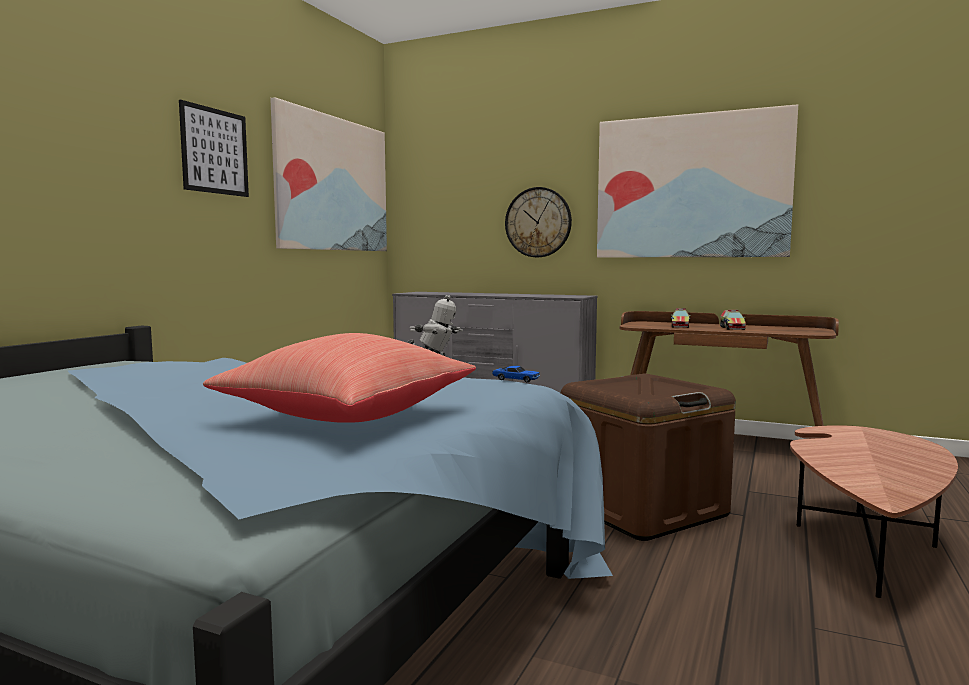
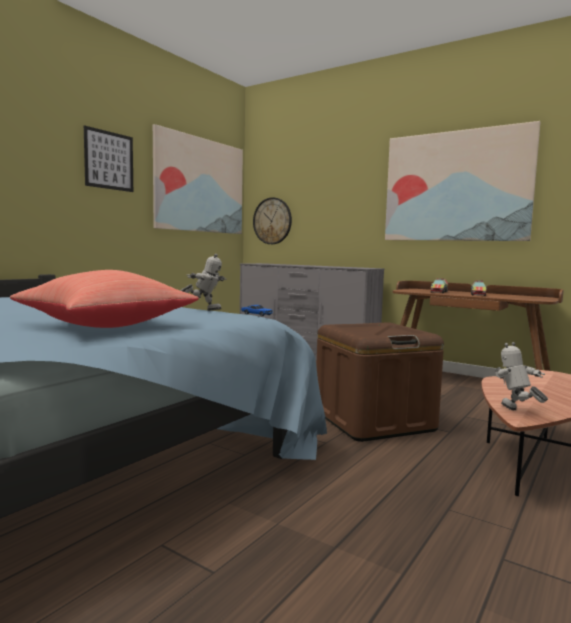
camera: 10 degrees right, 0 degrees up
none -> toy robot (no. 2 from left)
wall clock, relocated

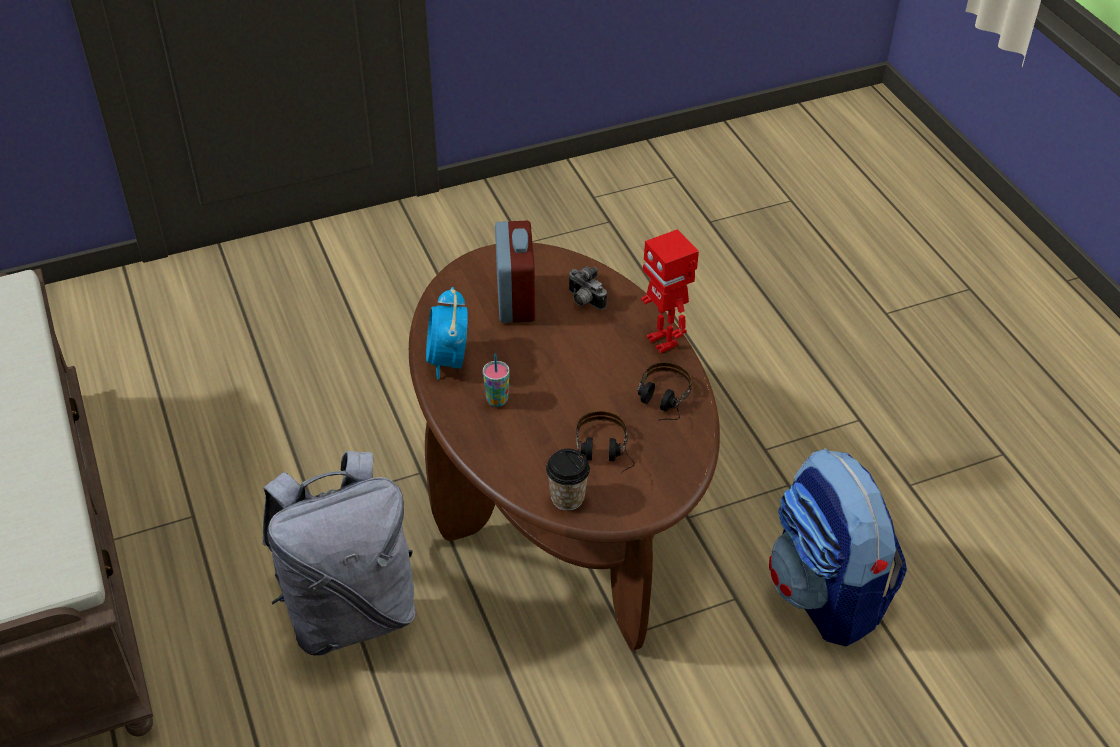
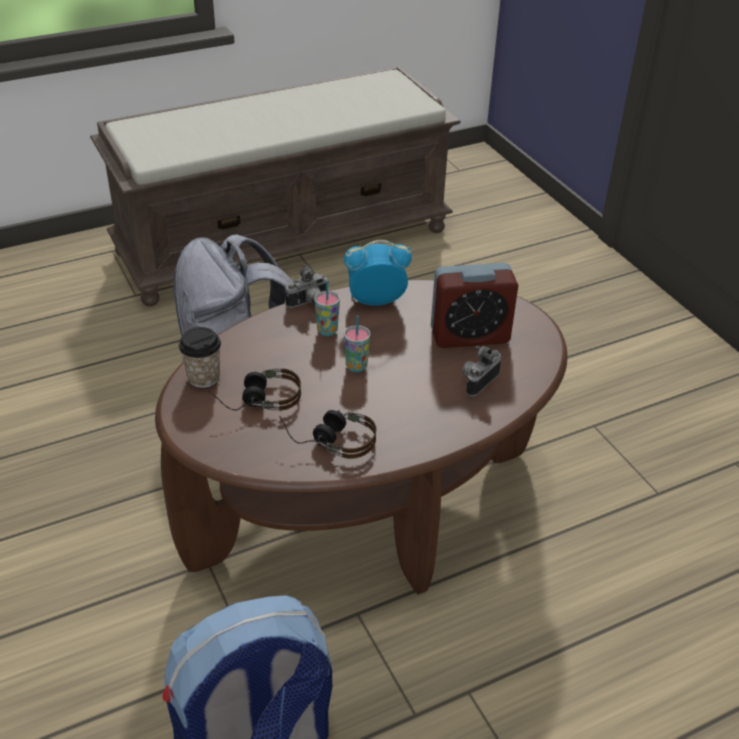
camera: 85 degrees right, 5 degrees down
toy robot -> none
none -> photo camera (no. 1 from left)
none -> cup (no. 3 from left)

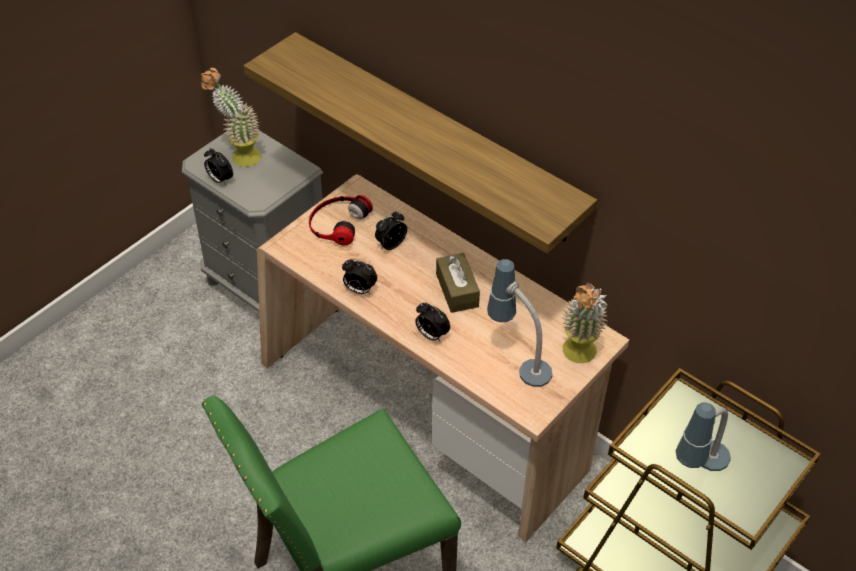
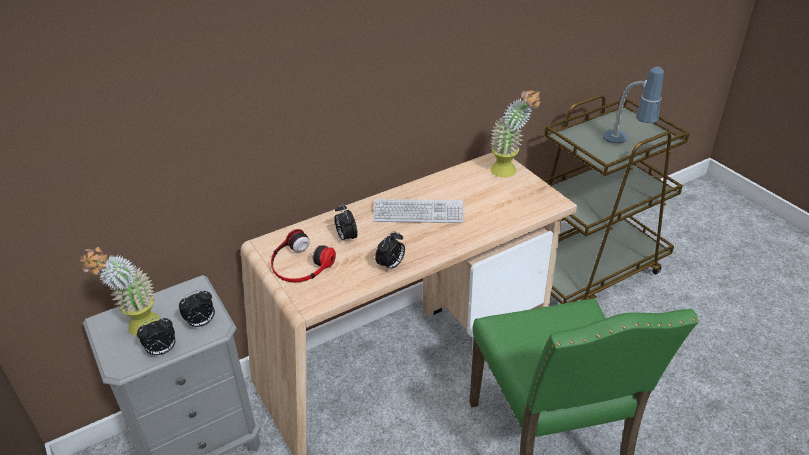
camera: 70 degrees left, 10 degrees down
wall shelf -> none
lamp for a table (no. 1 from left) -> none
table clock (no. 4 from left in the first image) -> table clock (no. 2 from left), relocated
brown tissue holder -> PC keyboard

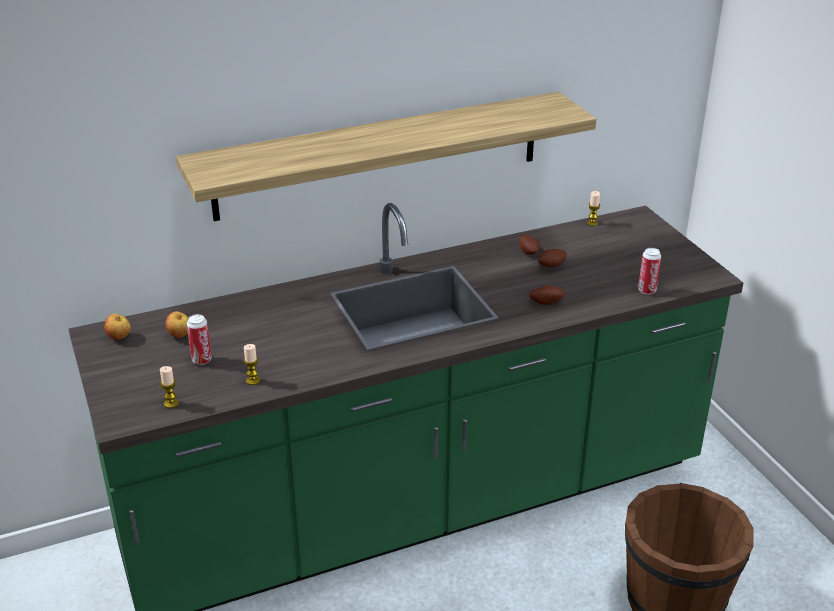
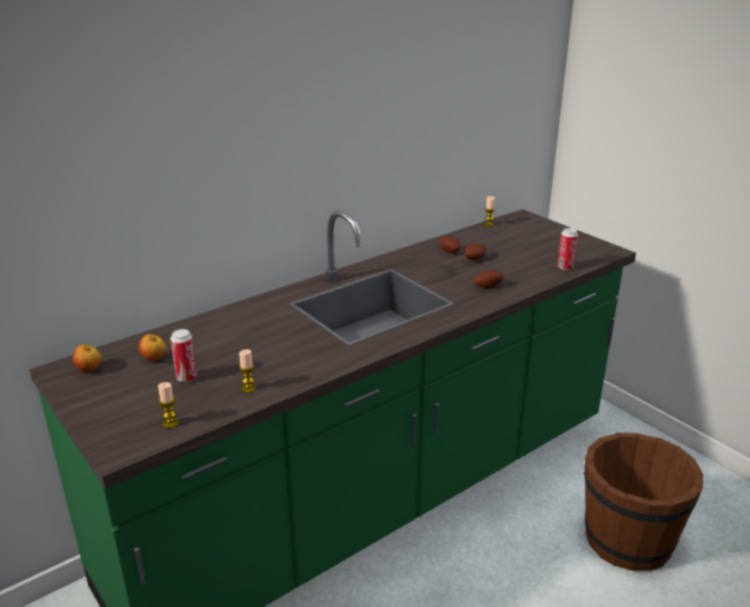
camera: 15 degrees left, 5 degrees down
wall shelf -> none

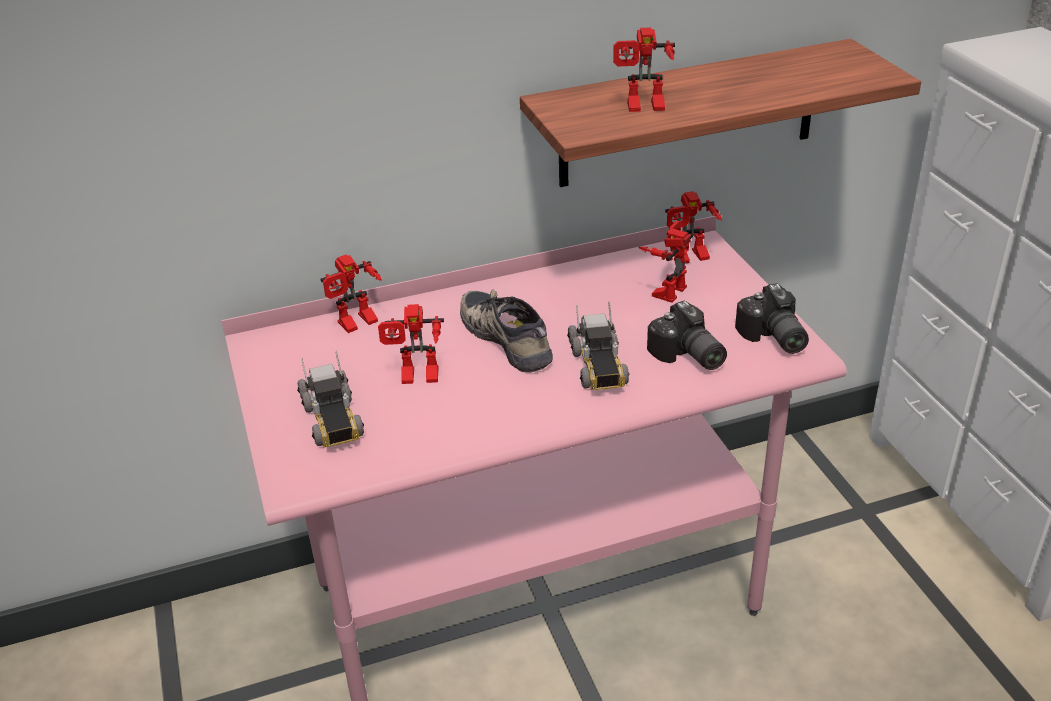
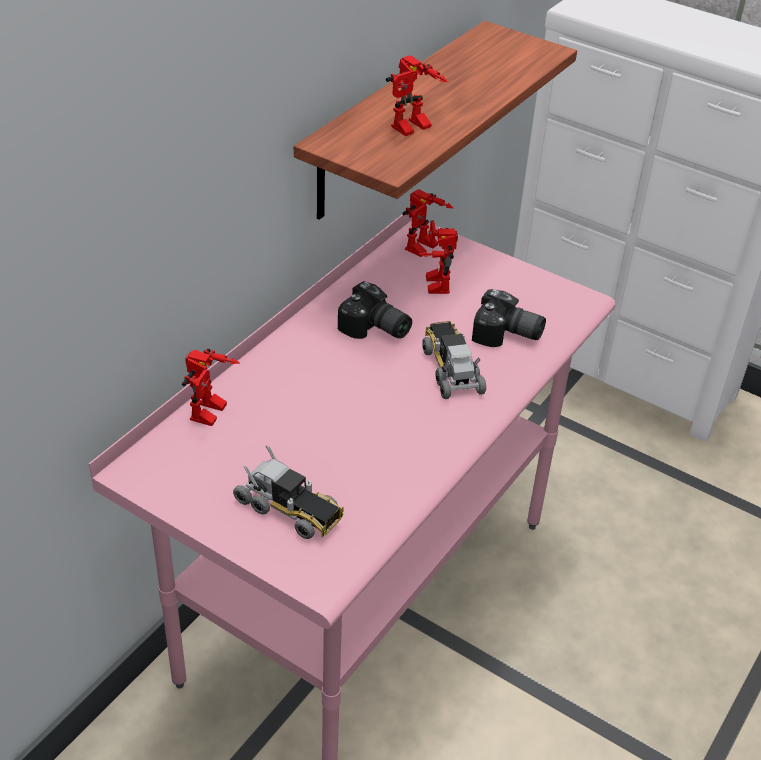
camera: 40 degrees left, 5 degrees up
toy robot (no. 2 from left) -> none
low shoe -> none
photo camera (no. 2 from left in the first image) -> photo camera (no. 1 from left), relocated
toy truck (no. 2 from left), 150 degrees counterclockwise

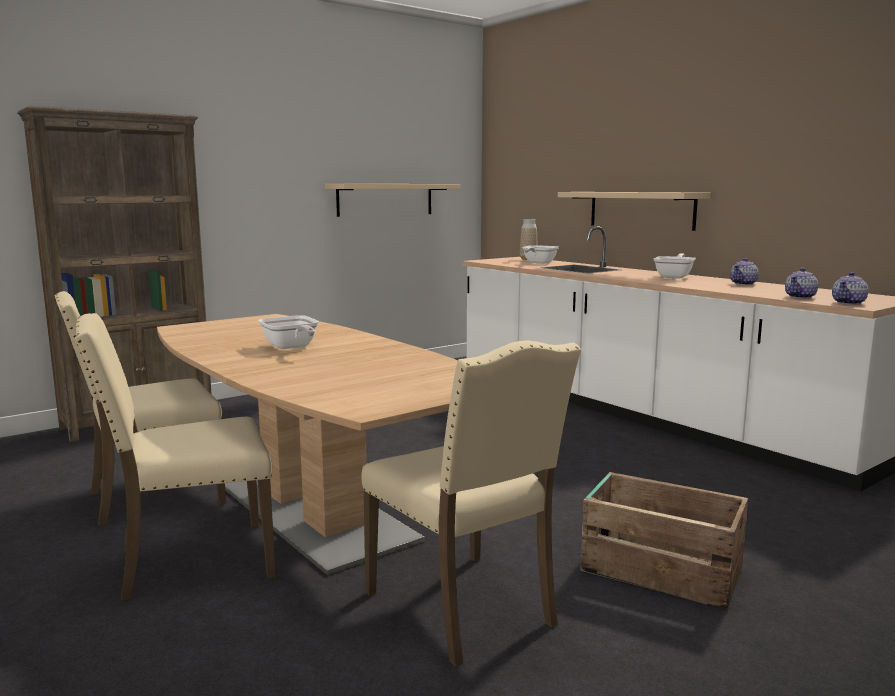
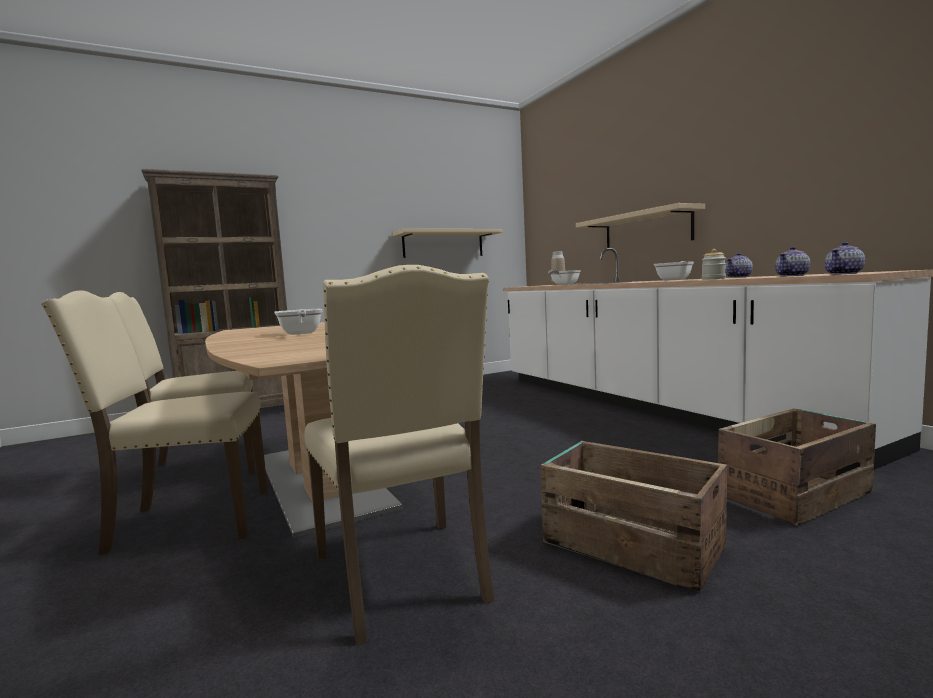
camera: 10 degrees right, 5 degrees down
none -> preserve jar
none -> crate (no. 2 from left)

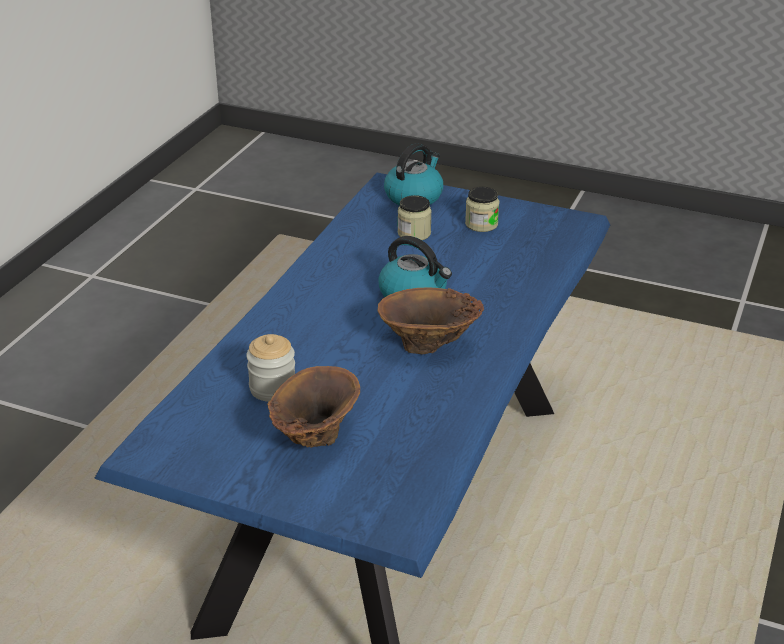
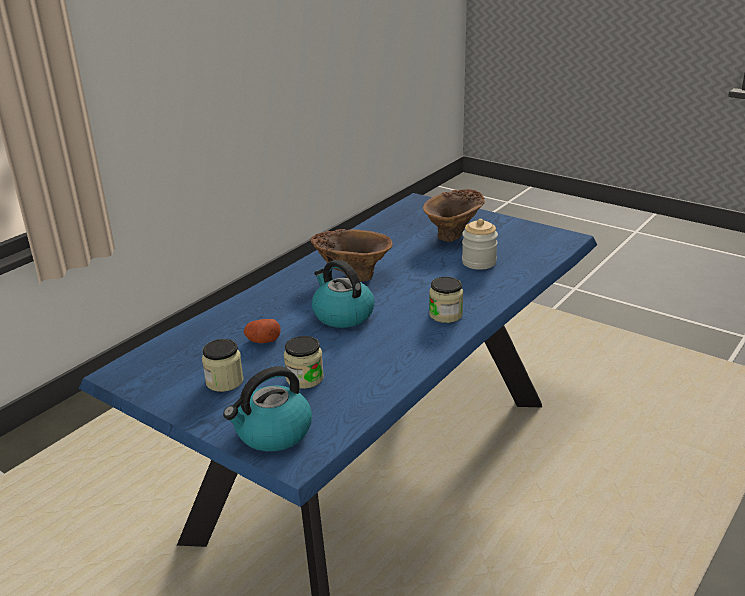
camera: 165 degrees left, 5 degrees down
none -> potato
none -> preserve jar (no. 3 from left)

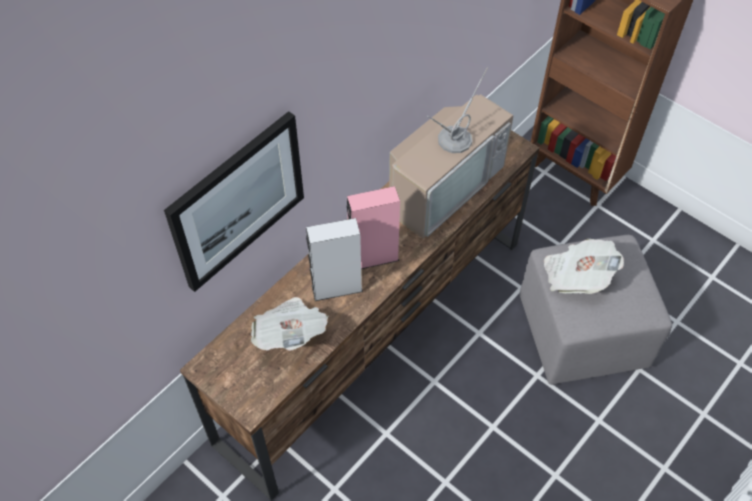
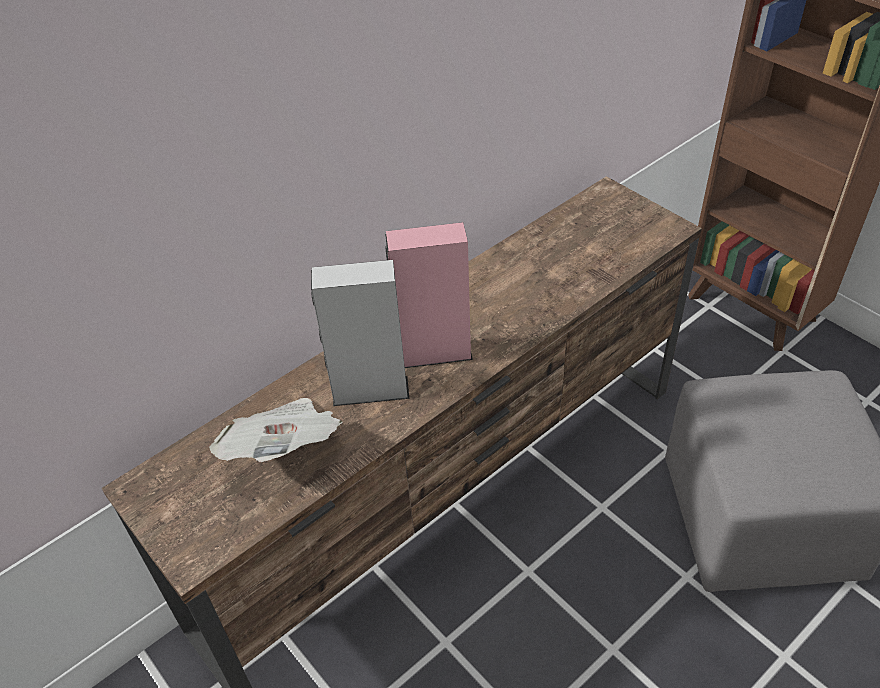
camera: 10 degrees right, 10 degrees down
picture -> none
TV -> none
daily paper (no. 2 from left) -> none

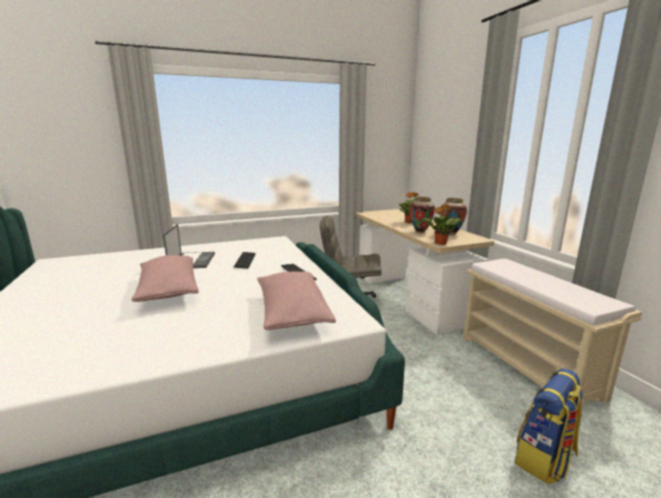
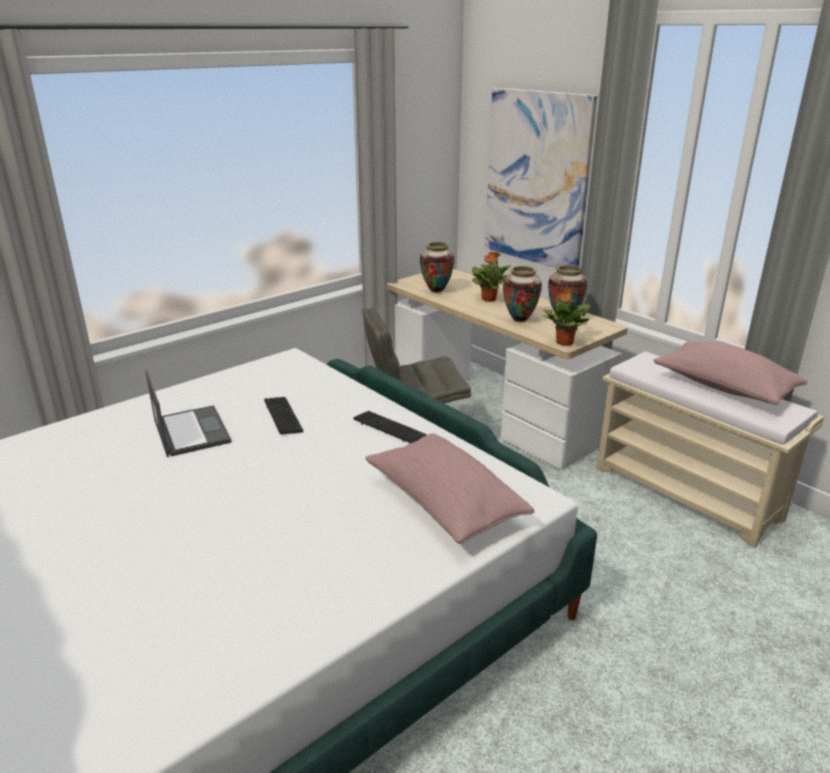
camera: 20 degrees left, 10 degrees up
backpack -> none
none -> flower vase (no. 1 from left)
none -> picture
pink-coloured cushion (no. 1 from left in the first image) -> pink-coloured cushion (no. 2 from left), relocated

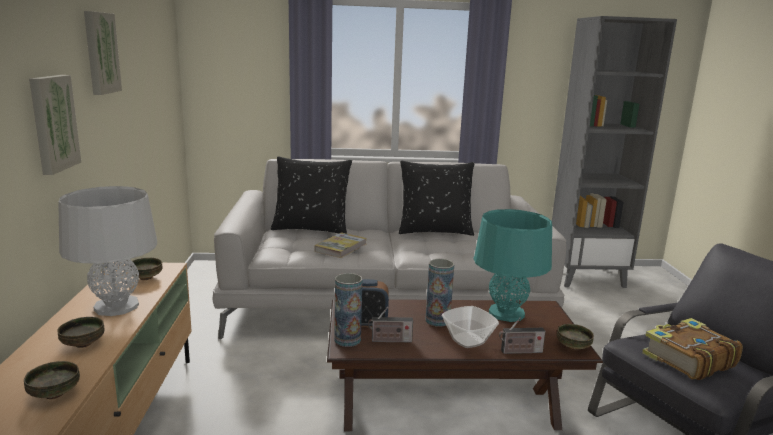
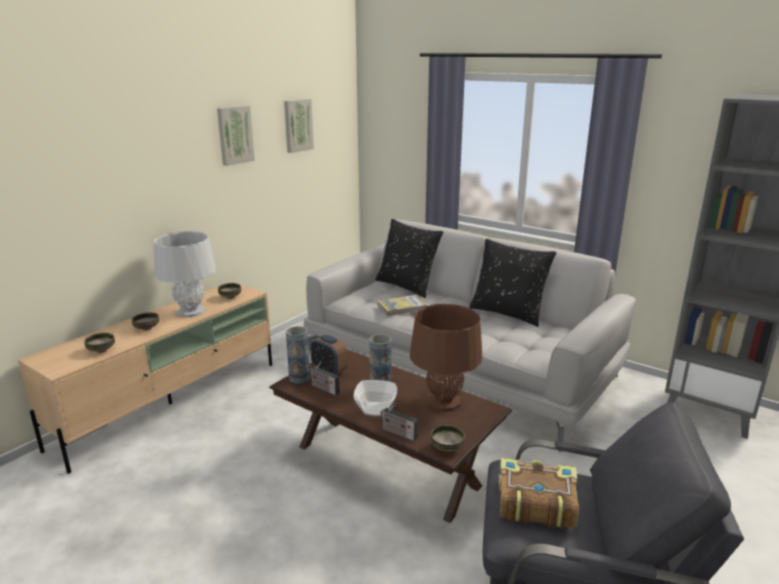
camera: 40 degrees right, 5 degrees up
picture (no. 1 from left in the first image) -> picture (no. 2 from left), relocated
turquoise-coloured lamp for a table -> brown lamp for a table

